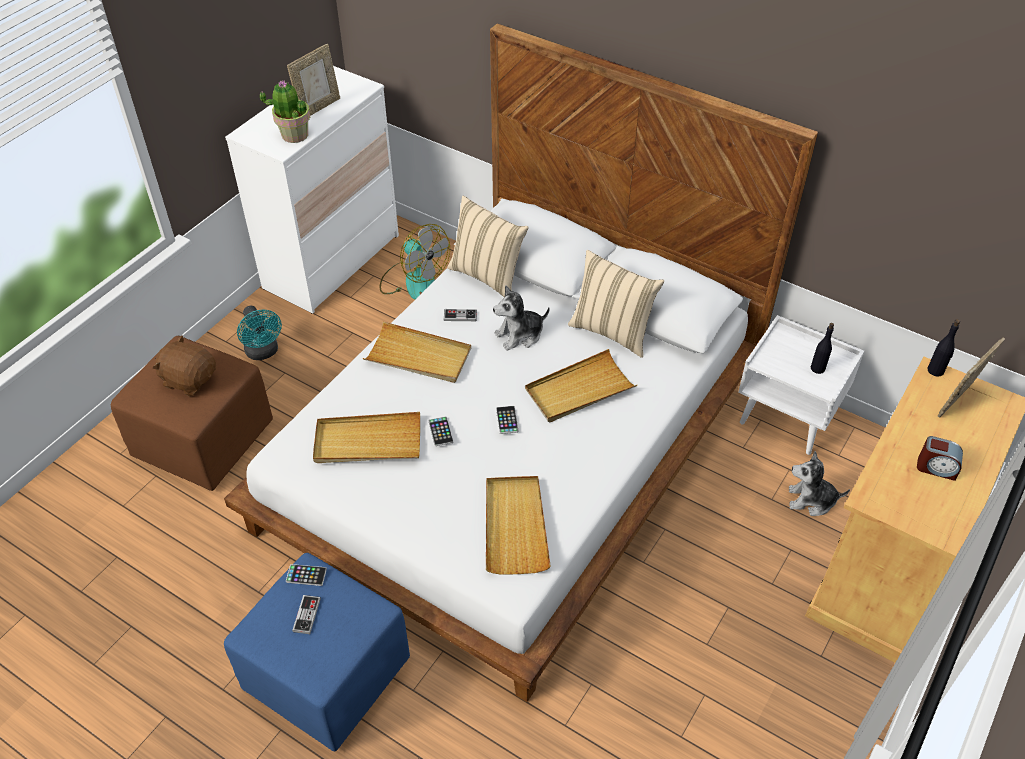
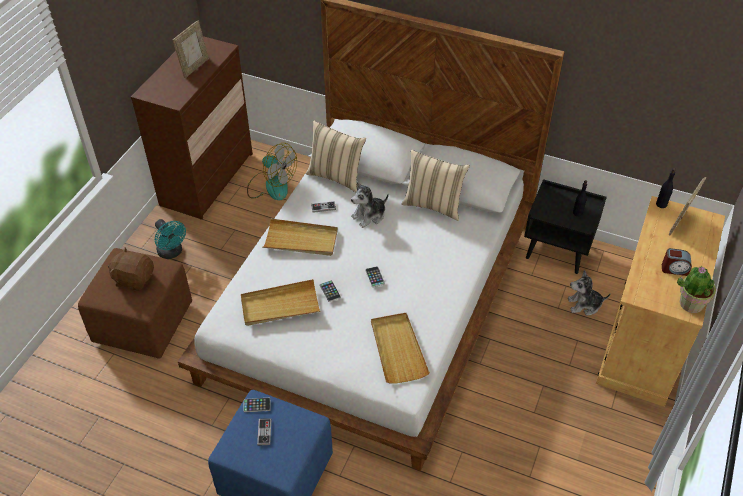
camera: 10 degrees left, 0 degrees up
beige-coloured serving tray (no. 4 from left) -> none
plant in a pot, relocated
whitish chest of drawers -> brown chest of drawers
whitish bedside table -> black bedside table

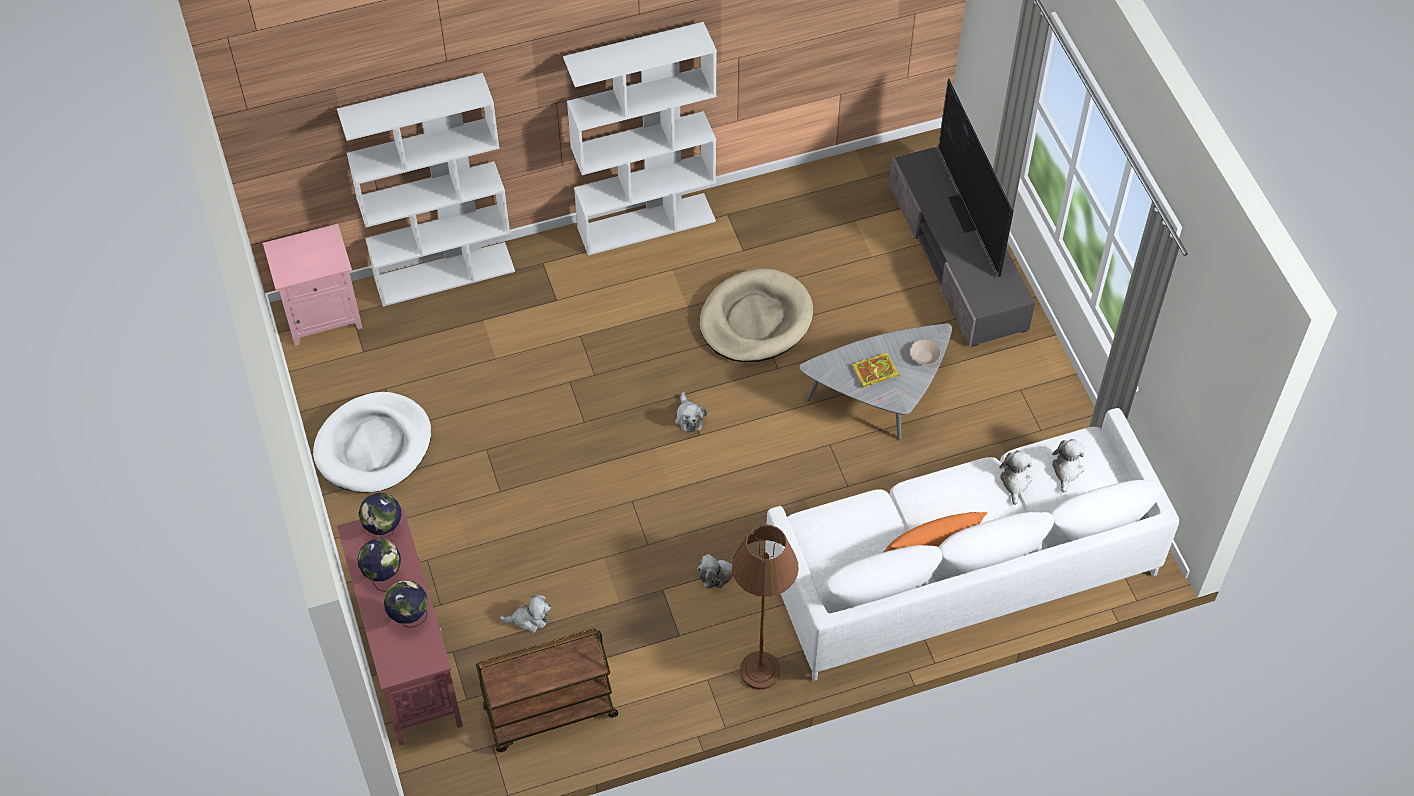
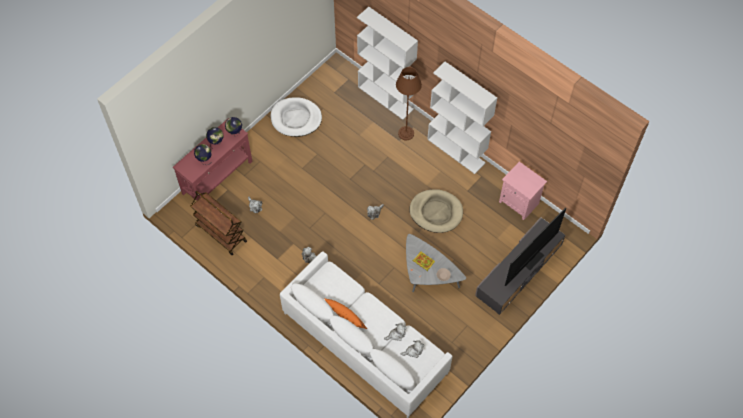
camera: 60 degrees right, 5 degrees up
pink-coloured bedside table, relocated
brown standard lamp, relocated

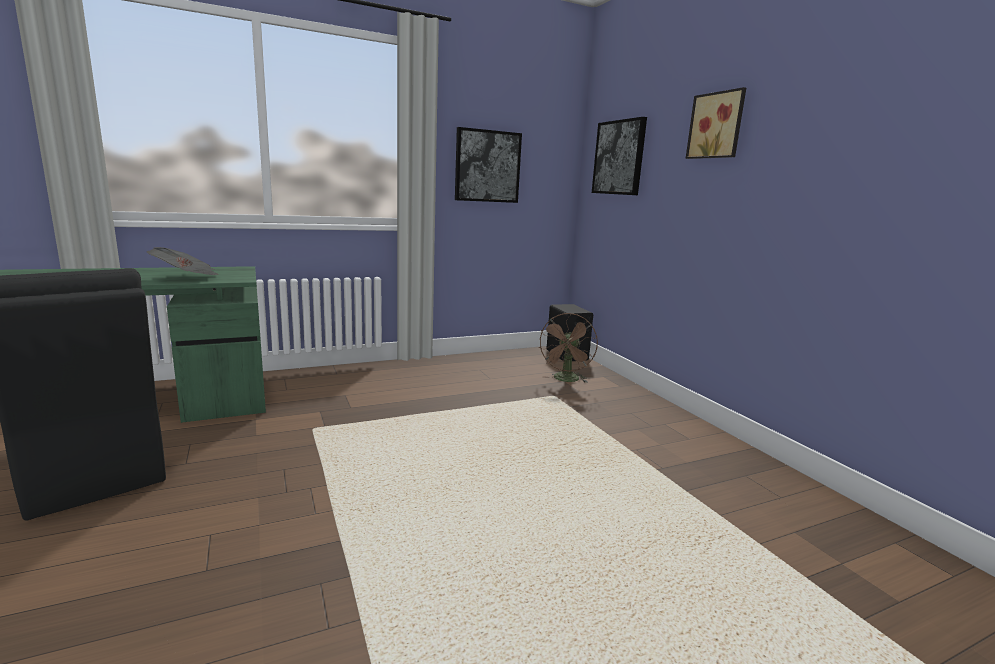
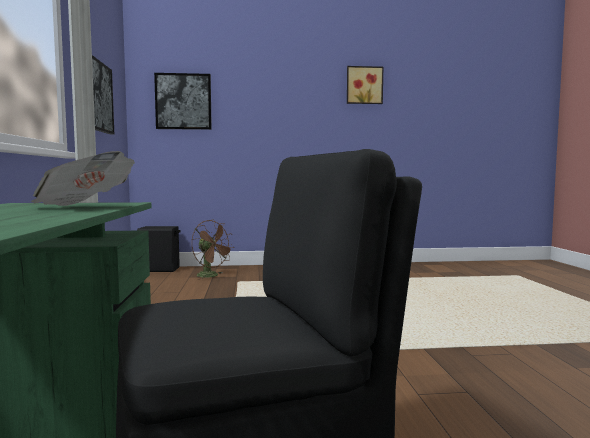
camera: 70 degrees left, 10 degrees down
picture (no. 3 from left), relocated

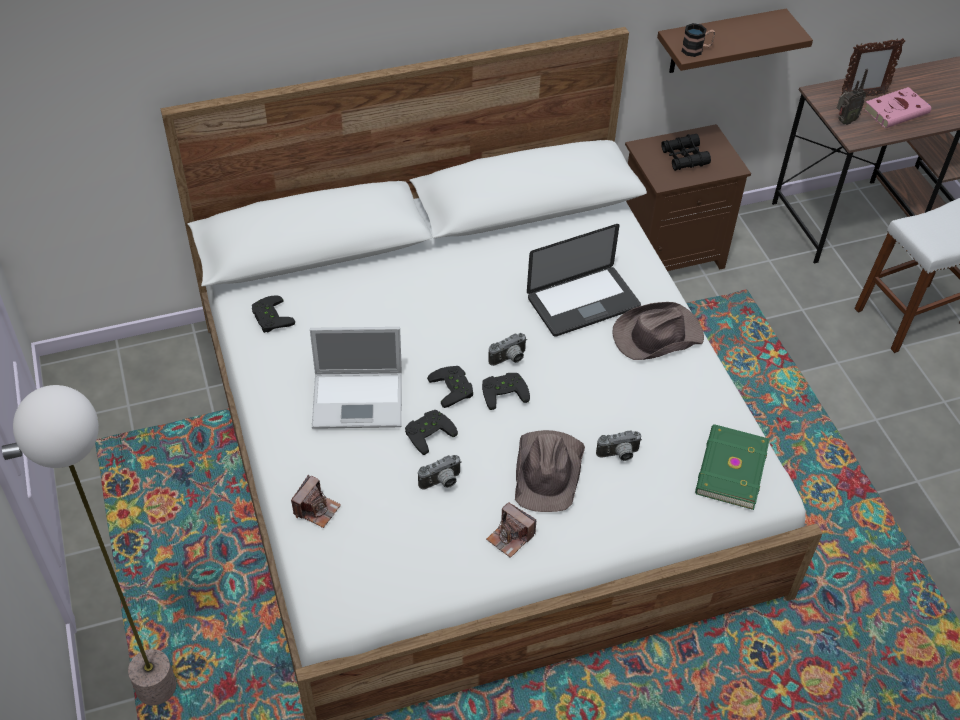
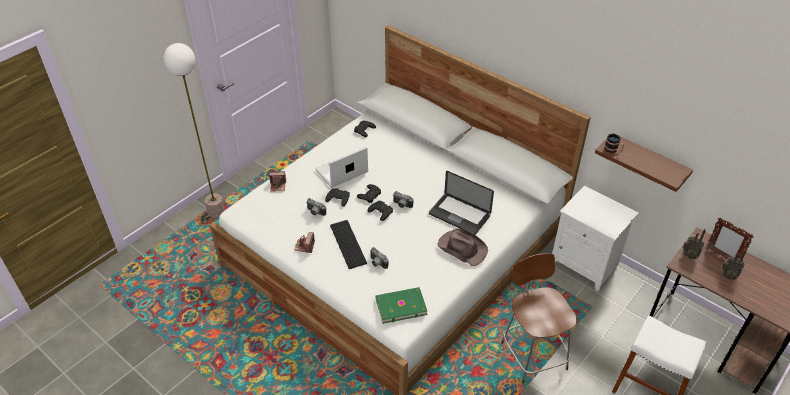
camera: 60 degrees right, 5 degrees down
black binoculars -> none
none -> brown chair
brown hat (no. 1 from left) -> PC keyboard
pink-coloured volume -> radio (no. 2 from left)
brown bedside table -> whitish bedside table
notebook computer (no. 1 from left), 90 degrees clockwise

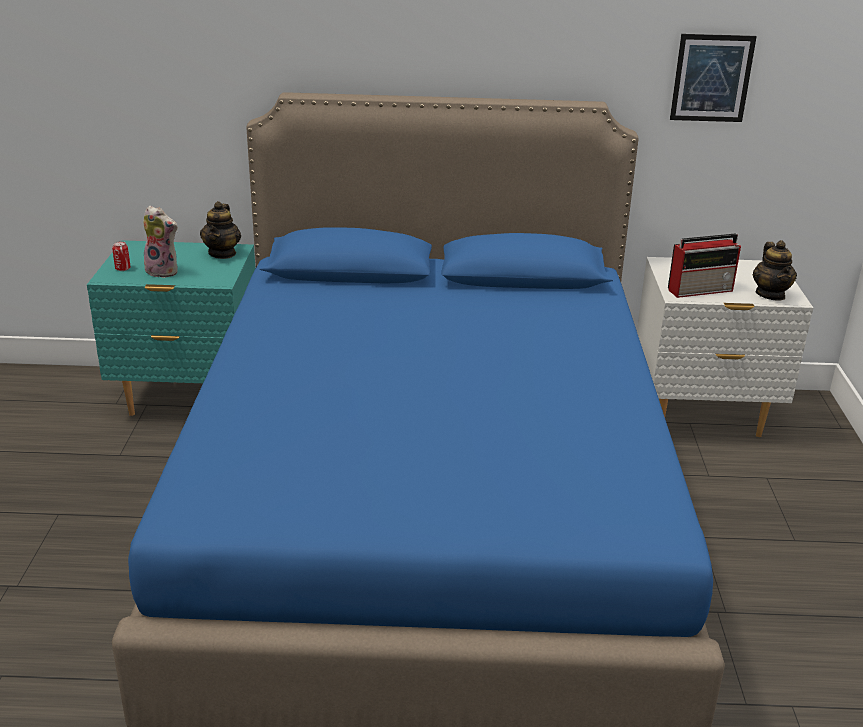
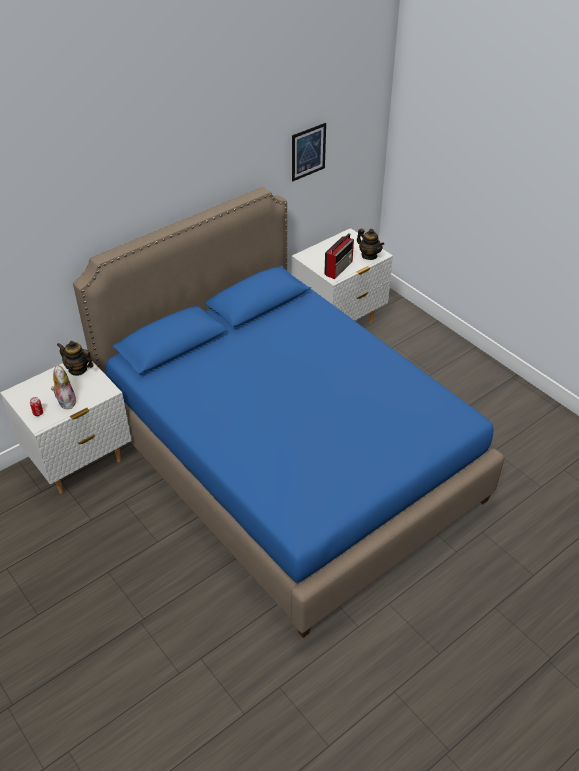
camera: 40 degrees left, 15 degrees up
turquoise-coloured bedside table -> whitish bedside table (no. 1 from left)
cuddly toy, 90 degrees counterclockwise
tea pot (no. 1 from left), 150 degrees clockwise

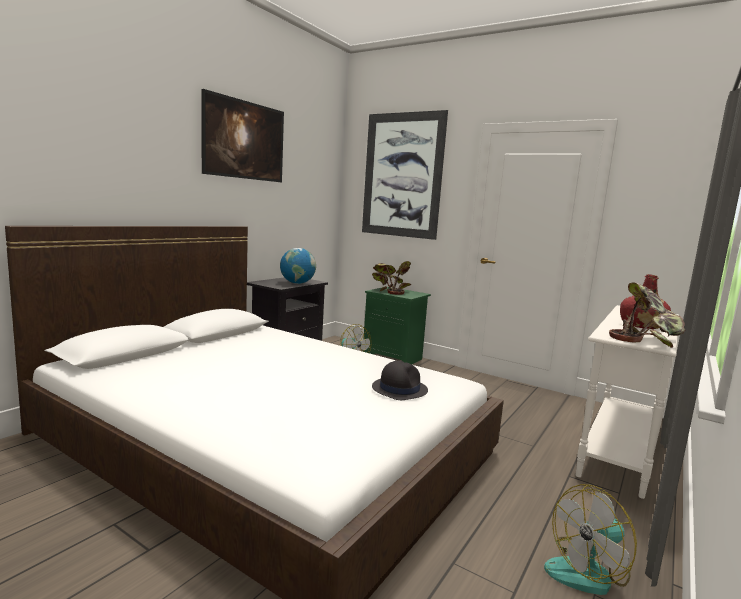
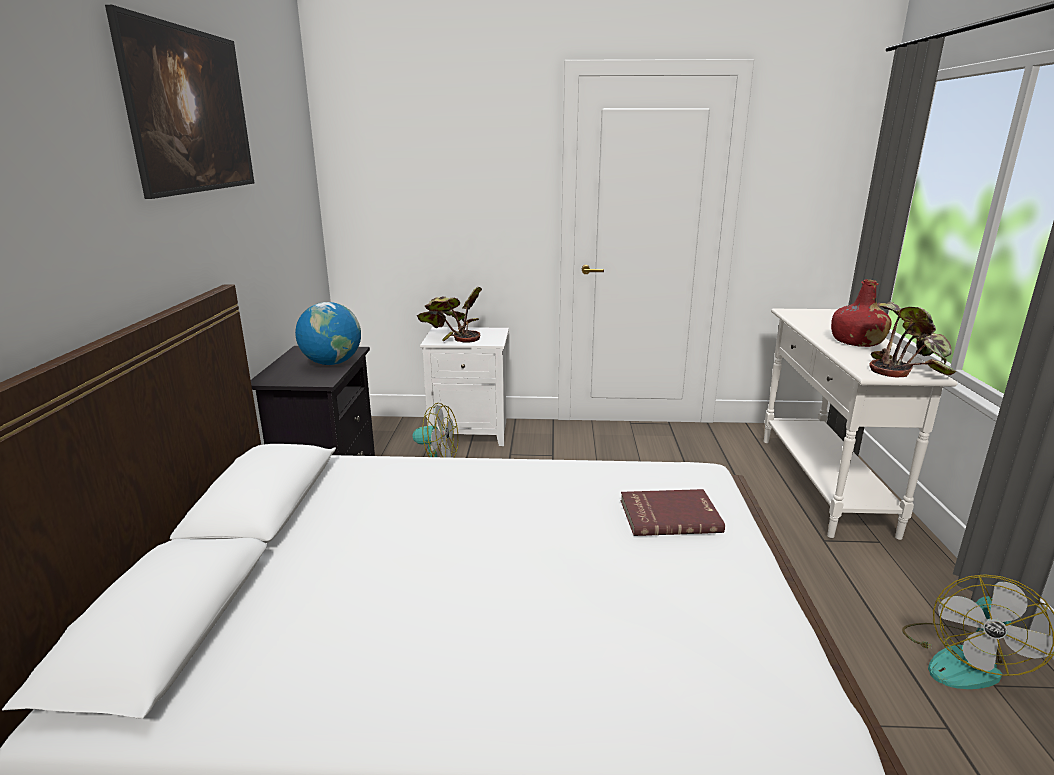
camera: 30 degrees left, 10 degrees up
picture (no. 2 from left) -> none
black hat -> red-coloured volume
green bedside table -> whitish bedside table

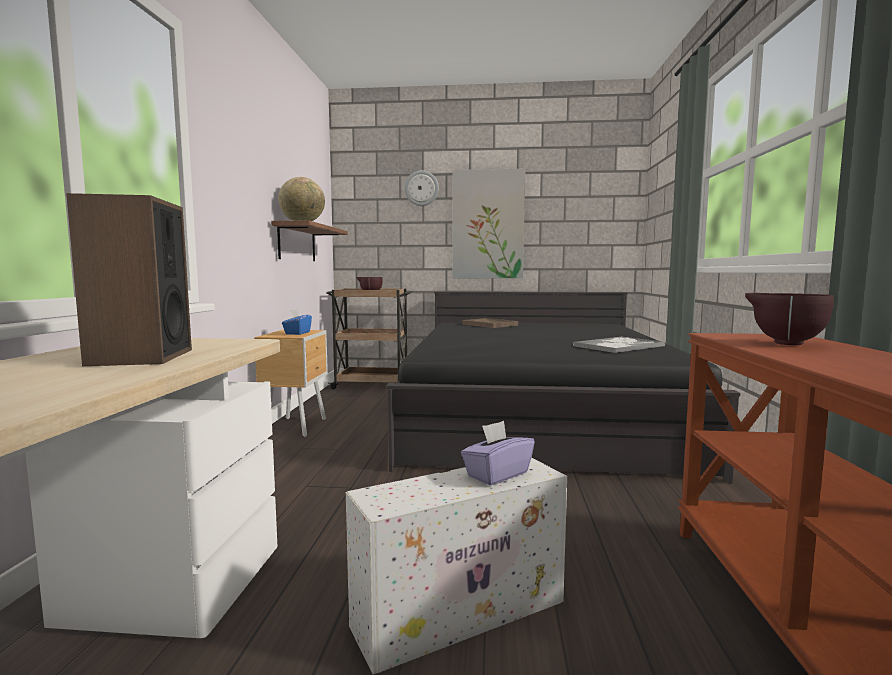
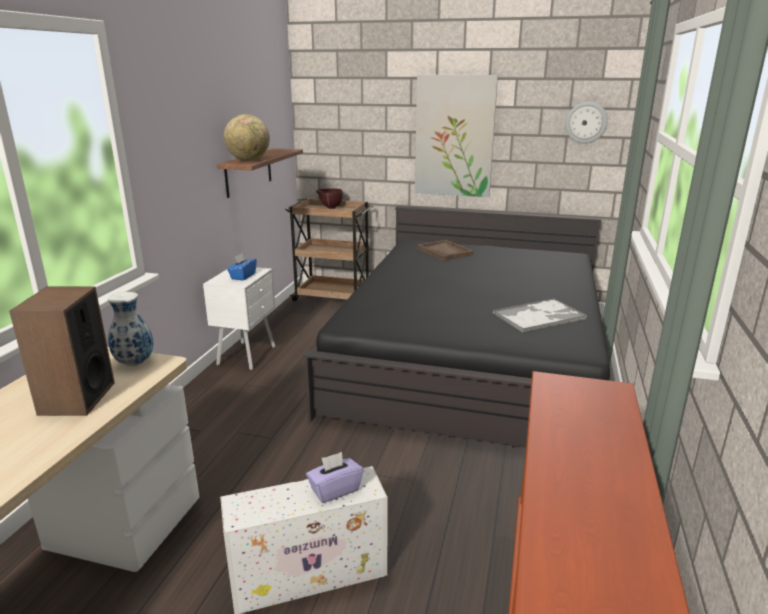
camera: 10 degrees right, 15 degrees up
brown serving bowl (no. 2 from left) -> none
none -> flower vase
wall clock, relocated
brown bedside table -> whitish bedside table

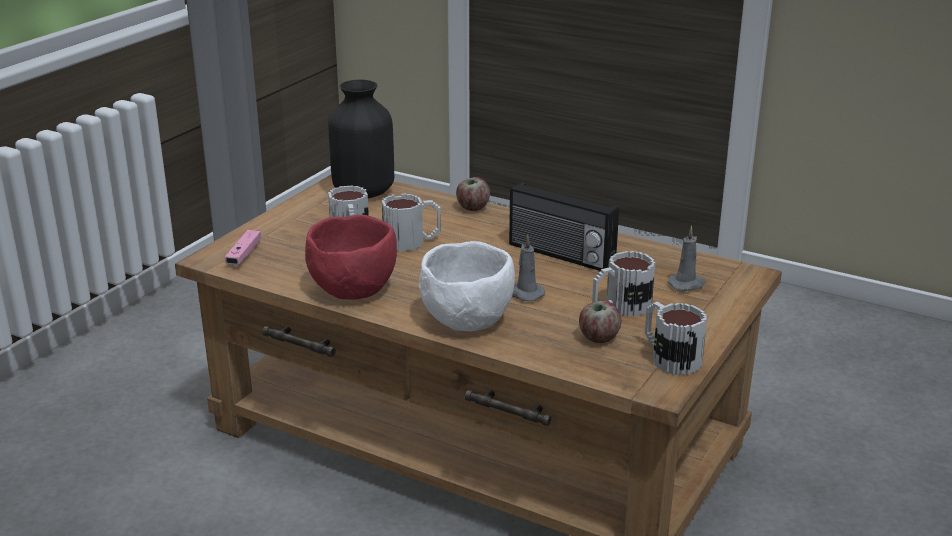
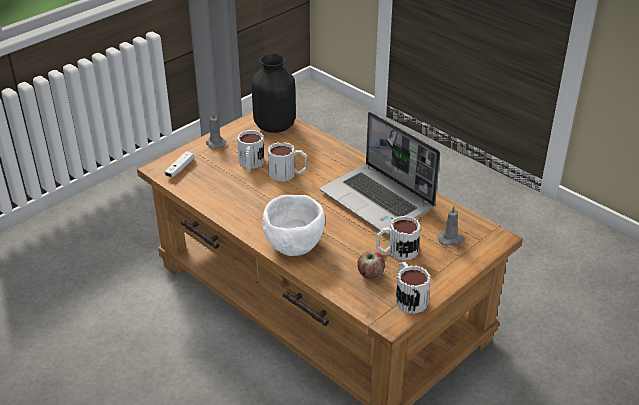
camera: 15 degrees right, 10 degrees up
red-coloured serving bowl -> none
apple (no. 1 from left) -> none
gray wax light (no. 1 from left), relocated
radio -> notebook computer
pink-coloured game controller -> whitish game controller

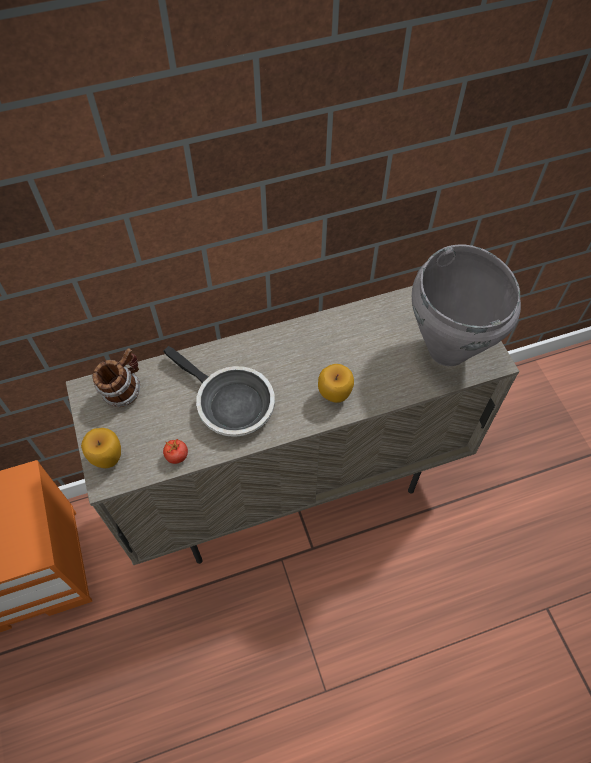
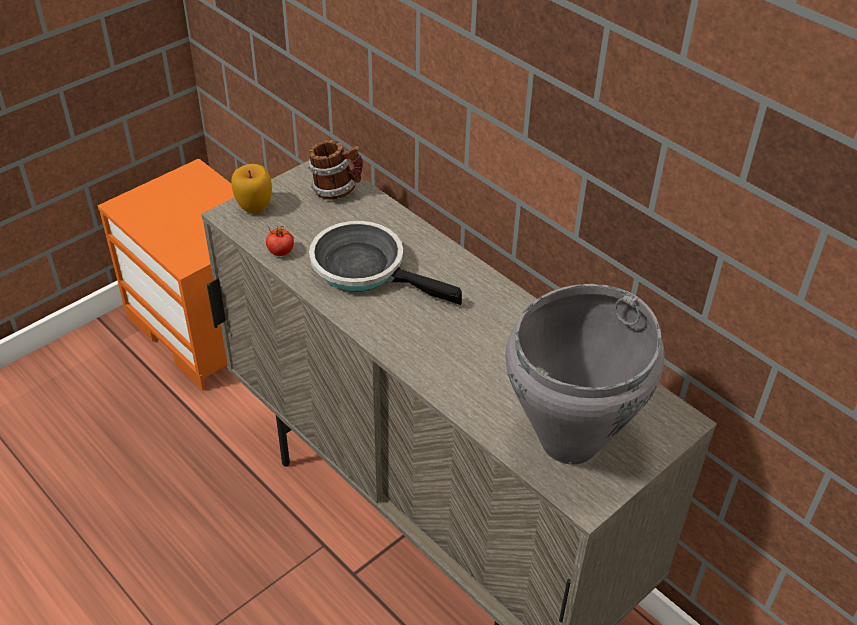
camera: 65 degrees right, 15 degrees down
apple (no. 2 from left) -> none
skillet, 105 degrees clockwise

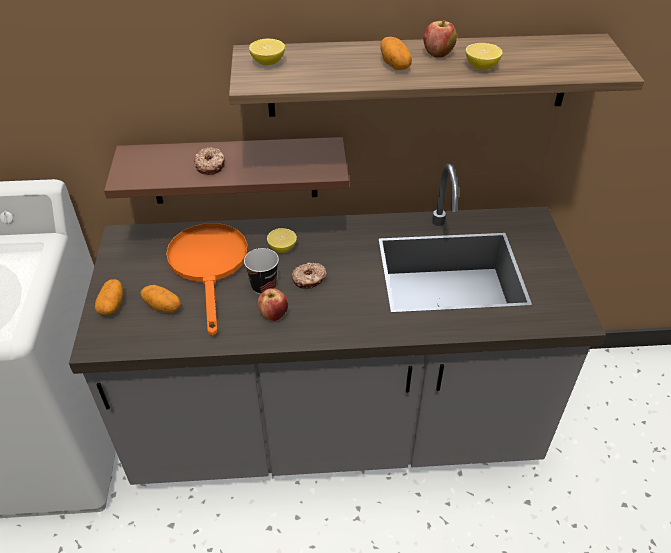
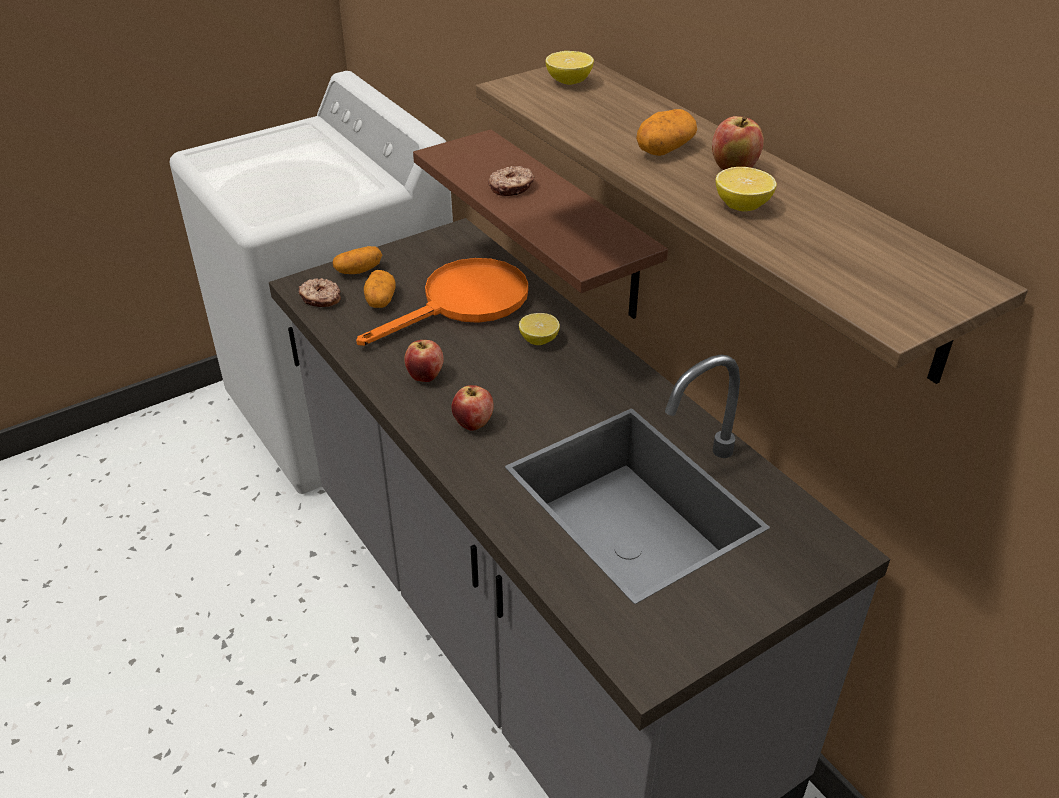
camera: 60 degrees right, 5 degrees down
cup -> none
none -> apple (no. 2 from left)
donut (no. 2 from left in the first image) -> donut (no. 1 from left), relocated

